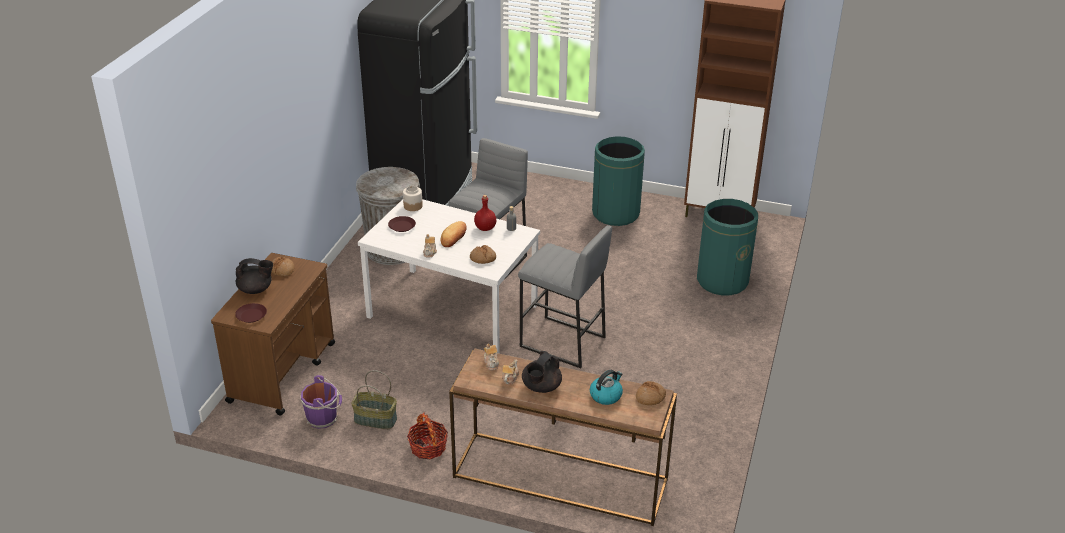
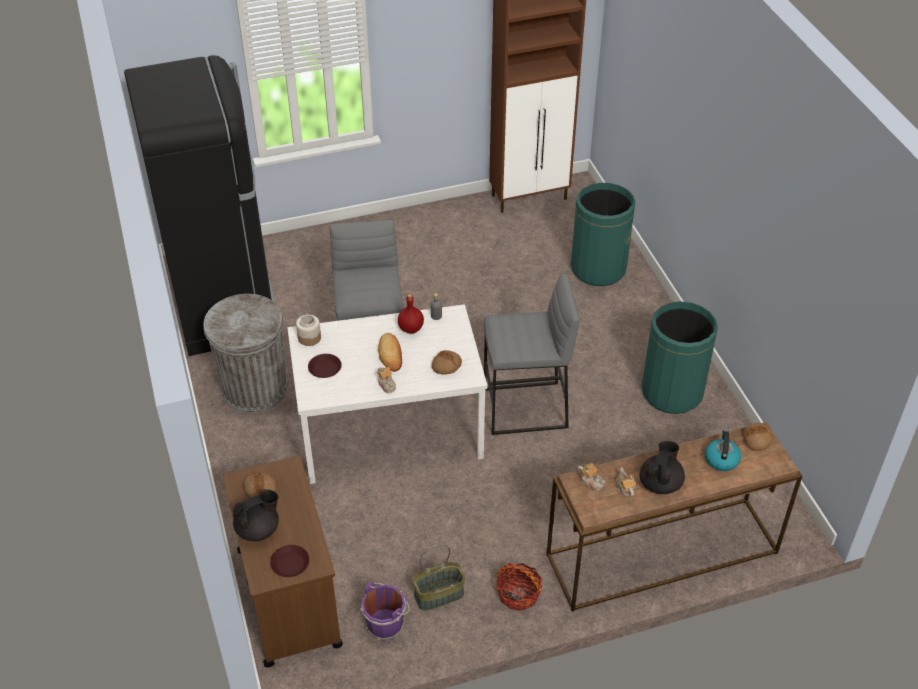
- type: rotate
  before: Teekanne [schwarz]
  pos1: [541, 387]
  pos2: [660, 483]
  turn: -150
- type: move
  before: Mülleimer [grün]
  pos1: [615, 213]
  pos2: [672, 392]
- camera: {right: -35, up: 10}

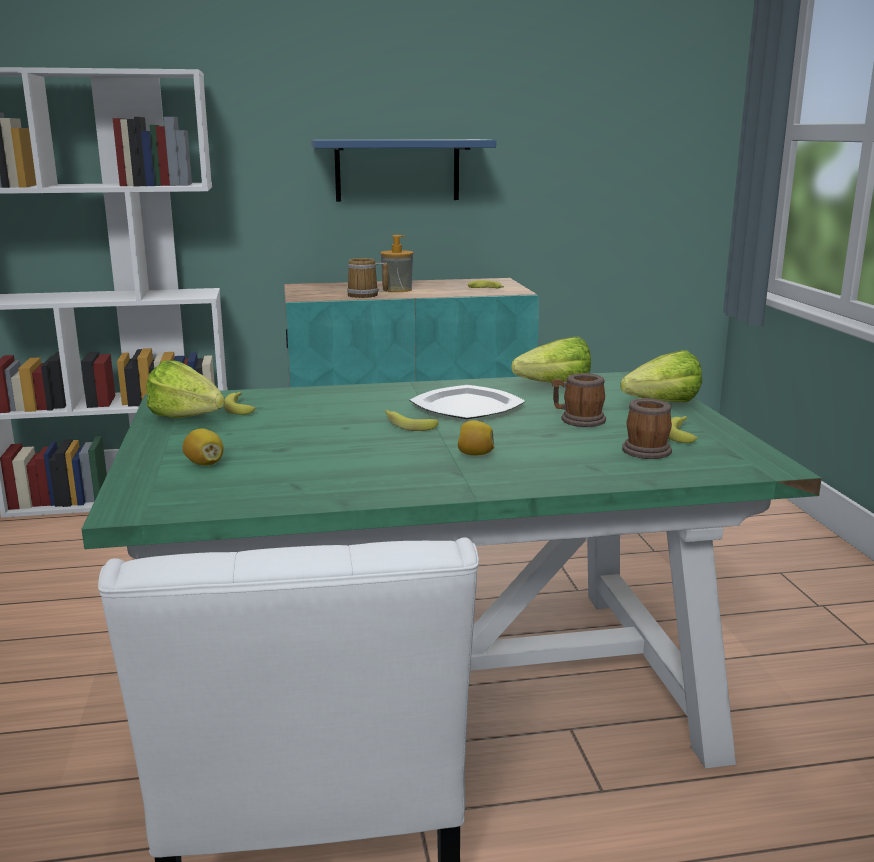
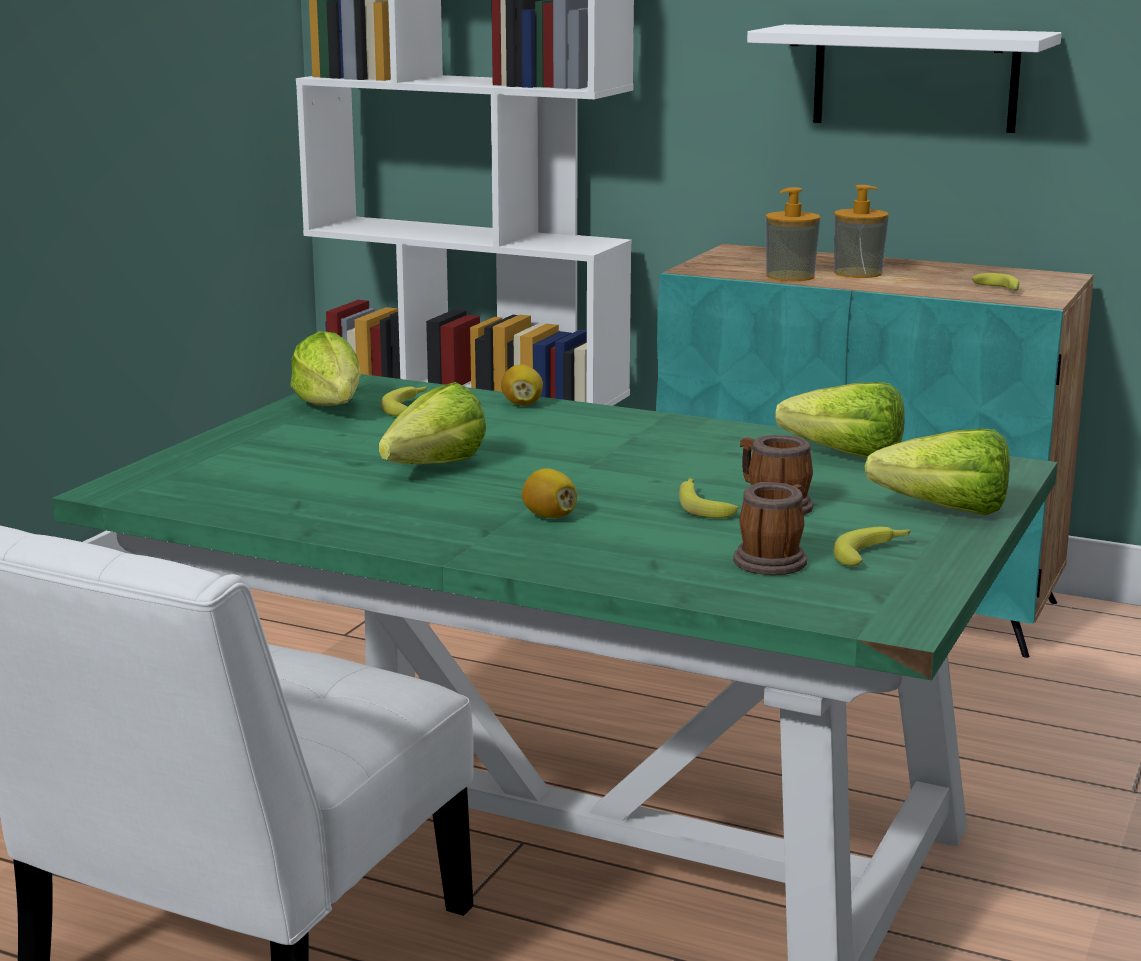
- type: insert
  after: Salatkopf
  pos2: [425, 470]
- type: move
  before: Zitrone
  pos1: [205, 464]
  pos2: [522, 404]
- type: move
  before: Banane
  pos1: [407, 424]
  pos2: [703, 505]
- type: recolor
  before: Wandregal [blau]
  after: Wandregal [weiß]
  pos1: [397, 170]
  pos2: [915, 78]
- type: replace
  before: Henkelbecher
  after: Seifenspender
  pos1: [365, 295]
  pos2: [790, 276]
- type: delete
  before: Teller
  pos1: [465, 407]
- camera: {right: 35, up: 0}

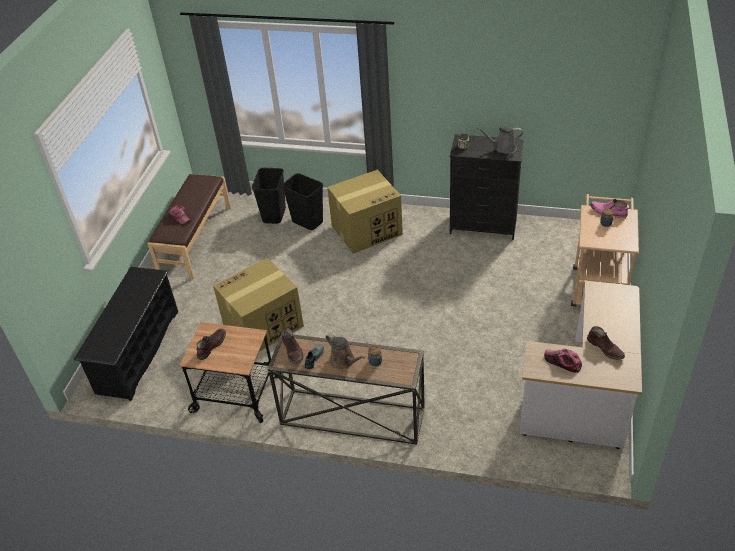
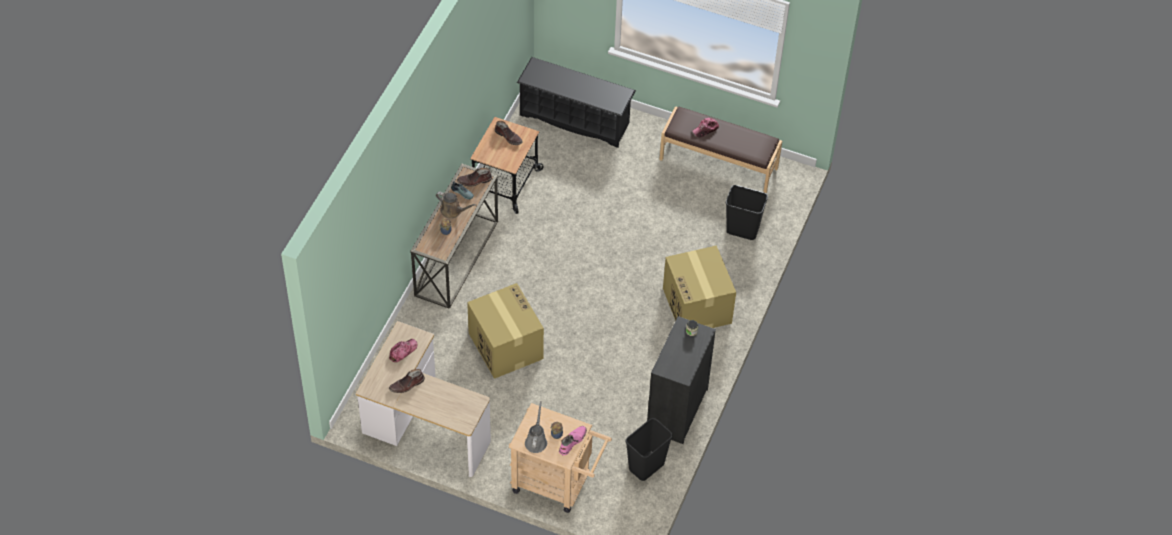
- type: rotate
  before: Gießkanne [braun]
  pos1: [344, 361]
  pos2: [453, 211]
  turn: -120
- type: move
  before: Karton
  pos1: [262, 326]
  pos2: [505, 345]
- type: move
  before: Gießkanne [grau]
  pos1: [503, 148]
  pos2: [536, 441]
- type: move
  before: Mülleimer [schwarz]
  pos1: [308, 222]
  pos2: [646, 467]
- camera: {right: 95, up: 10}

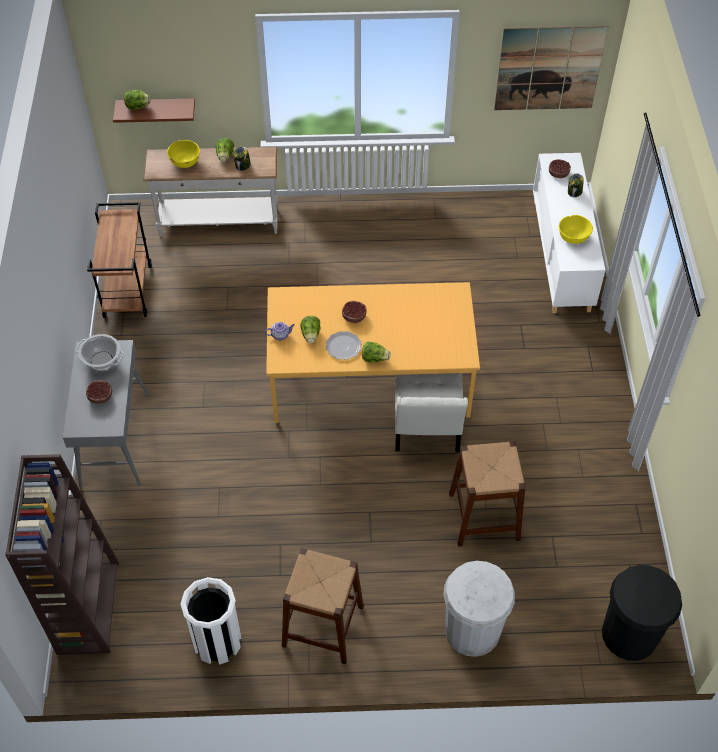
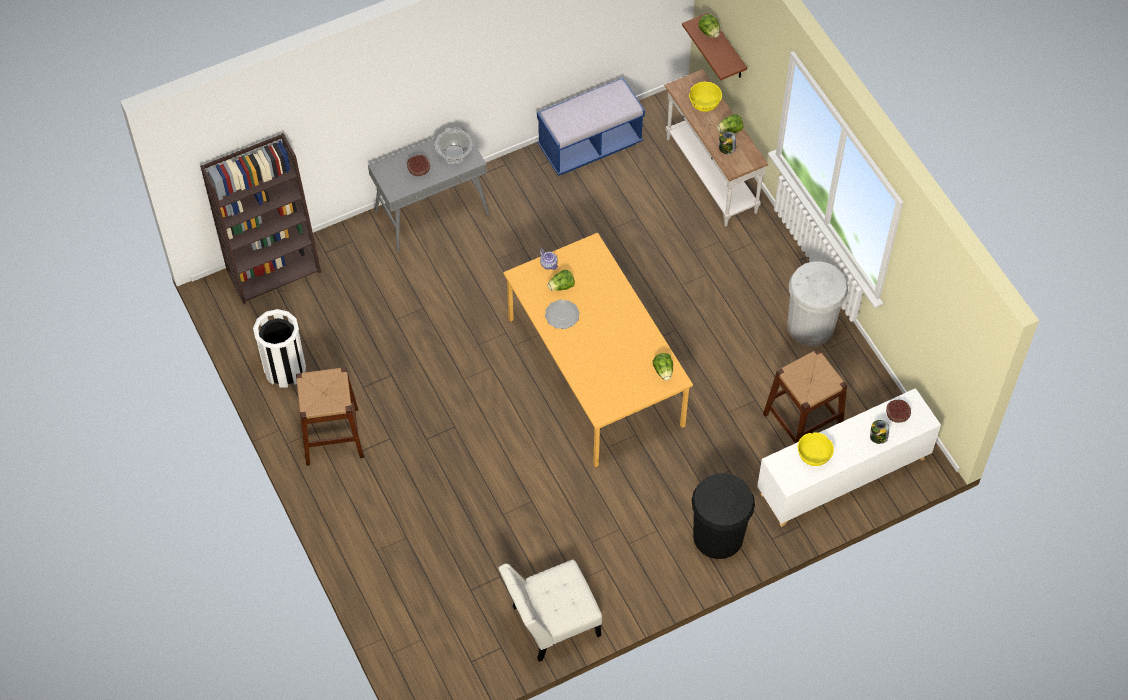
- type: move
  before: Stuhl [weiß]
  pos1: [426, 429]
  pos2: [551, 623]
- type: replace
  before: Rollwagen [braun]
  after: Bank [blau]
  pos1: [127, 290]
  pos2: [590, 145]
- type: move
  before: Salatkopf
  pos1: [375, 358]
  pos2: [663, 371]
- type: move
  before: Mülleimer [schwarz]
  pos1: [629, 634]
  pos2: [718, 536]
- type: move
  before: Hocker [braun]
  pos1: [484, 516]
  pos2: [802, 422]
- type: move
  before: Mülleimer [weiß]
  pos1: [472, 630]
  pos2: [810, 326]
- type: delete
  before: Schüssel
  pos1: [354, 316]
- type: delete
  before: Bild
  pos1: [549, 68]
- camera: {right: 65, up: 5}

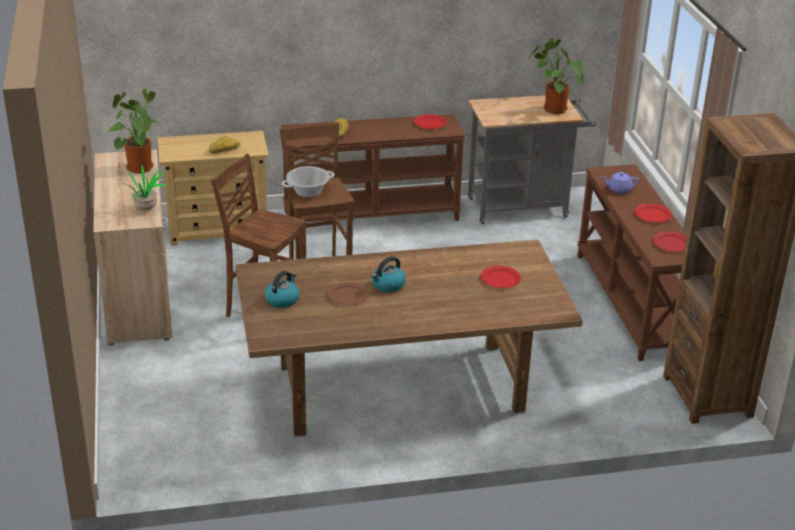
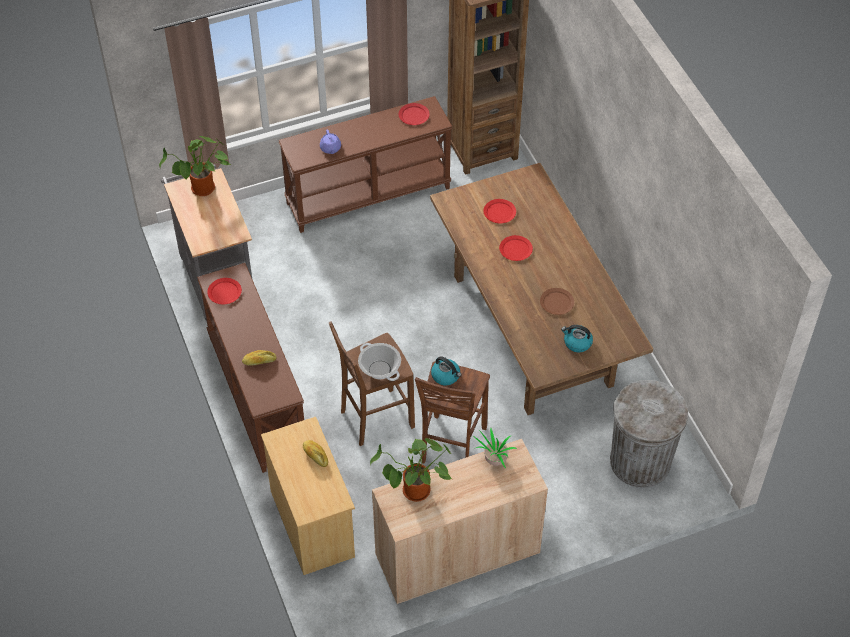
- type: move
  before: Wasserkessel
  pos1: [388, 285]
  pos2: [446, 376]
- type: move
  before: Teller [rot]
  pos1: [653, 215]
  pos2: [515, 249]
- type: insert
  after: Mülleimer [grau]
  pos2: [640, 461]
- camera: {right: -100, up: 20}

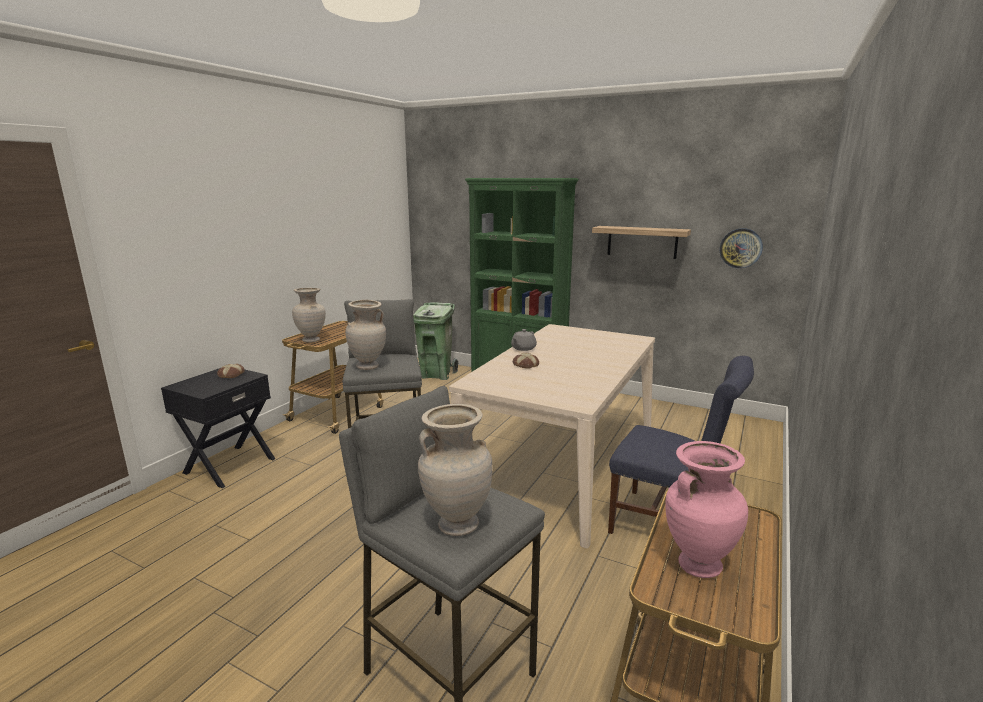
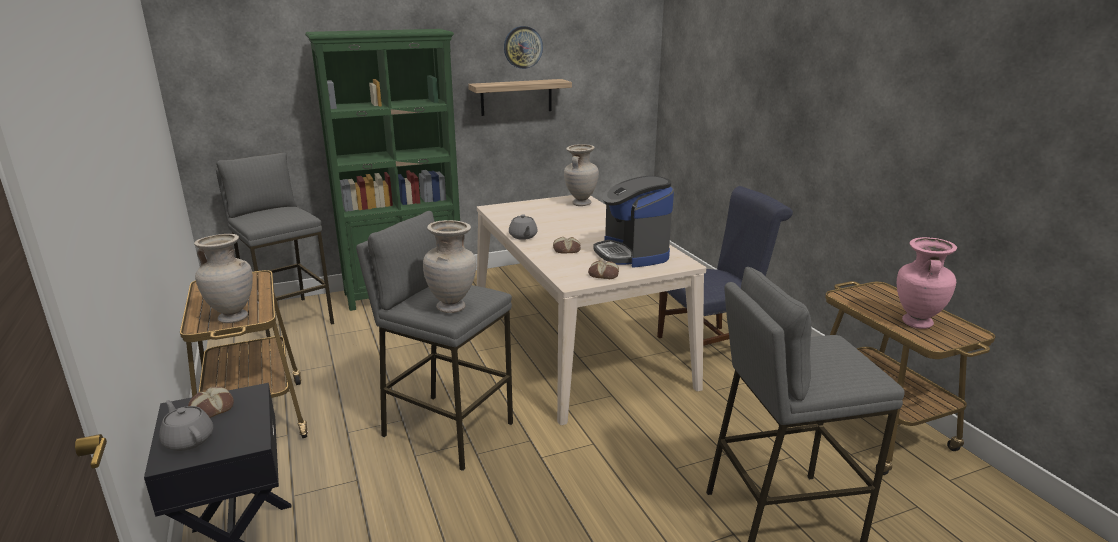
- type: insert
  after: Teekanne [grau]
  pos2: [188, 440]
- type: replace
  before: Mülleimer [grün]
  after: Hocker [grau]
  pos1: [436, 374]
  pos2: [288, 319]
- type: move
  before: Wanduhr
  pos1: [740, 248]
  pos2: [523, 47]
- type: move
  before: Vase [beige]
  pos1: [457, 524]
  pos2: [580, 203]
- type: insert
  after: Brot
  pos2: [604, 274]
- type: insert
  after: Kaffeemaschine
  pos2: [632, 253]
- camera: {right: -50, up: 5}

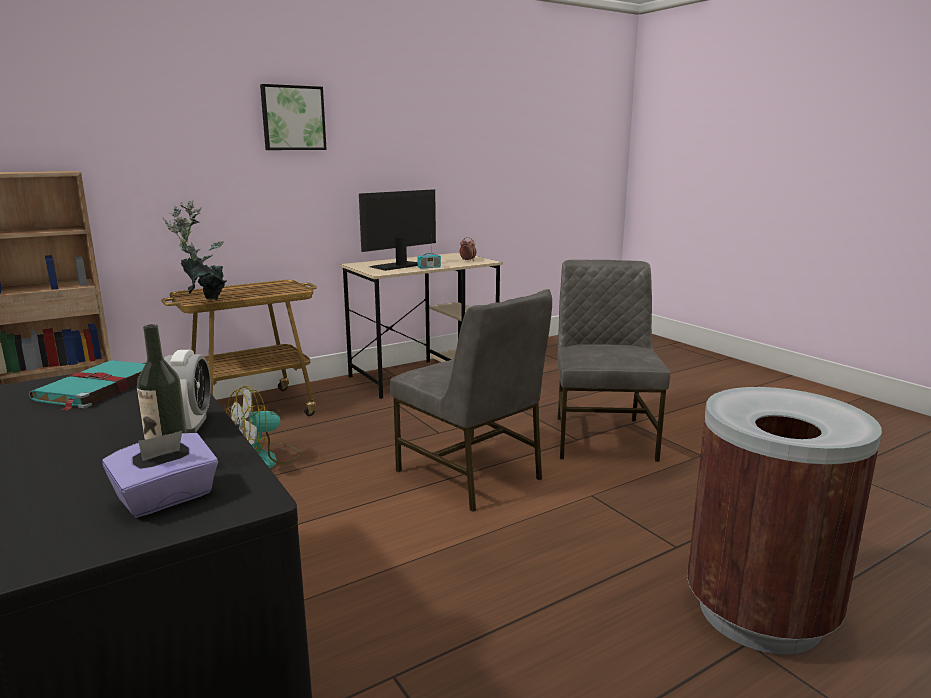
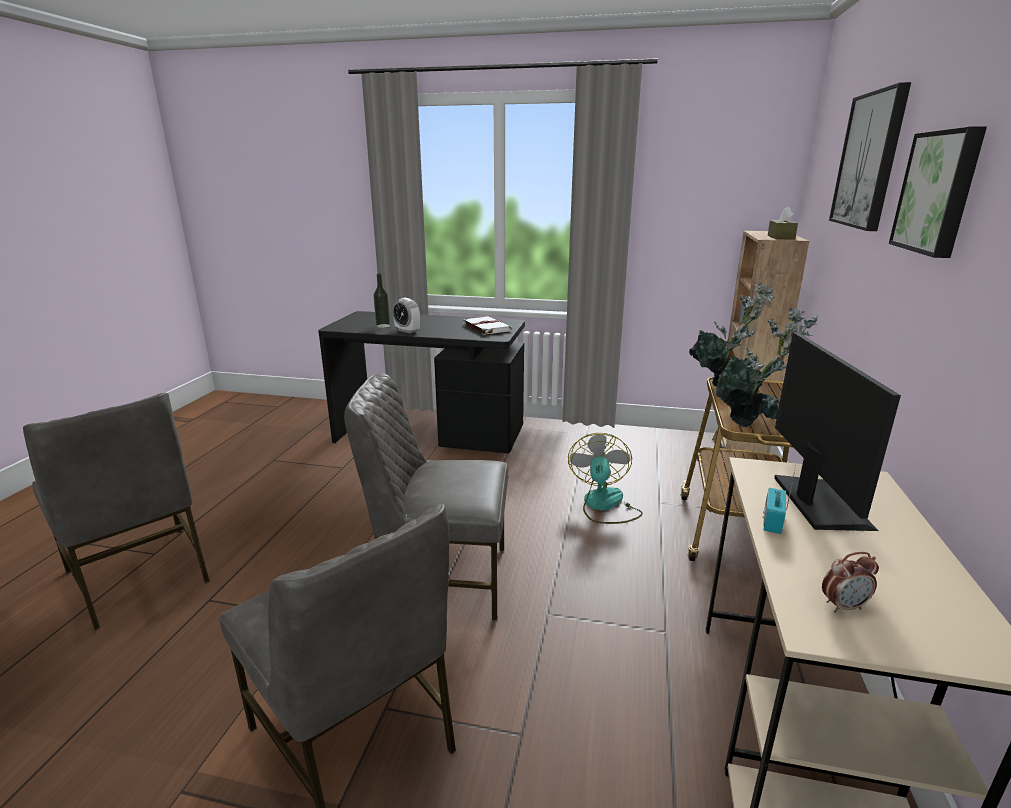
- type: replace
  before: Mülleimer [braun]
  after: Stuhl [grau]
  pos1: [759, 612]
  pos2: [139, 576]
- type: recolor
  before: Buch [türkis]
  after: Buch [weiß]
  pos1: [96, 388]
  pos2: [486, 327]
- type: insert
  after: Topfpflanze
  pos2: [751, 423]
- type: insert
  after: Taschentuchbox [braun]
  pos2: [780, 237]
- type: insert
  after: Bild
  pos2: [869, 160]
- type: delete
  before: Taschentuchbox [lila]
  pos1: [167, 498]
- camera: {right: 135, up: 5}

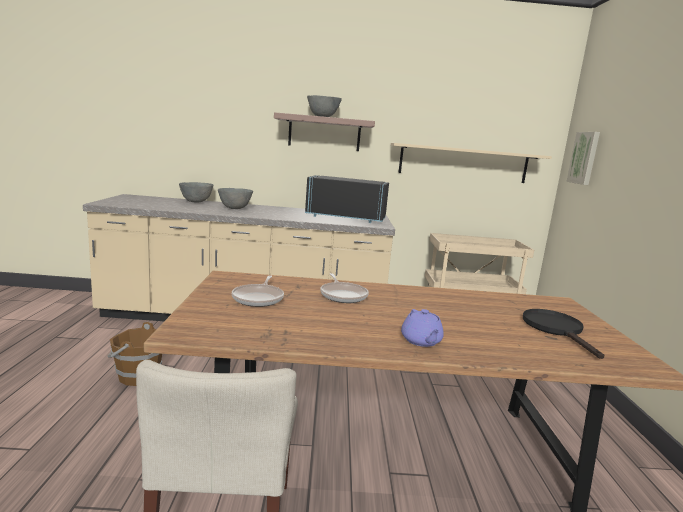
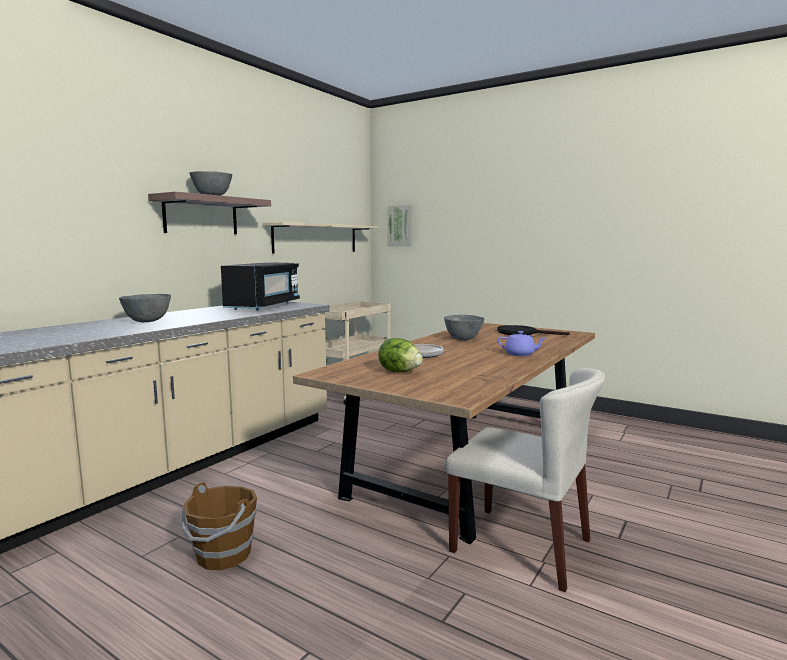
- type: rotate
  before: Mikrowelle [schwarz]
  pos1: [346, 217]
  pos2: [264, 306]
  turn: 150
- type: replace
  before: Pfanne
  after: Salatkopf
  pos1: [259, 298]
  pos2: [399, 372]
- type: move
  before: Schüssel [grau]
  pos1: [196, 202]
  pos2: [463, 339]
- camera: {right: -55, up: -5}

